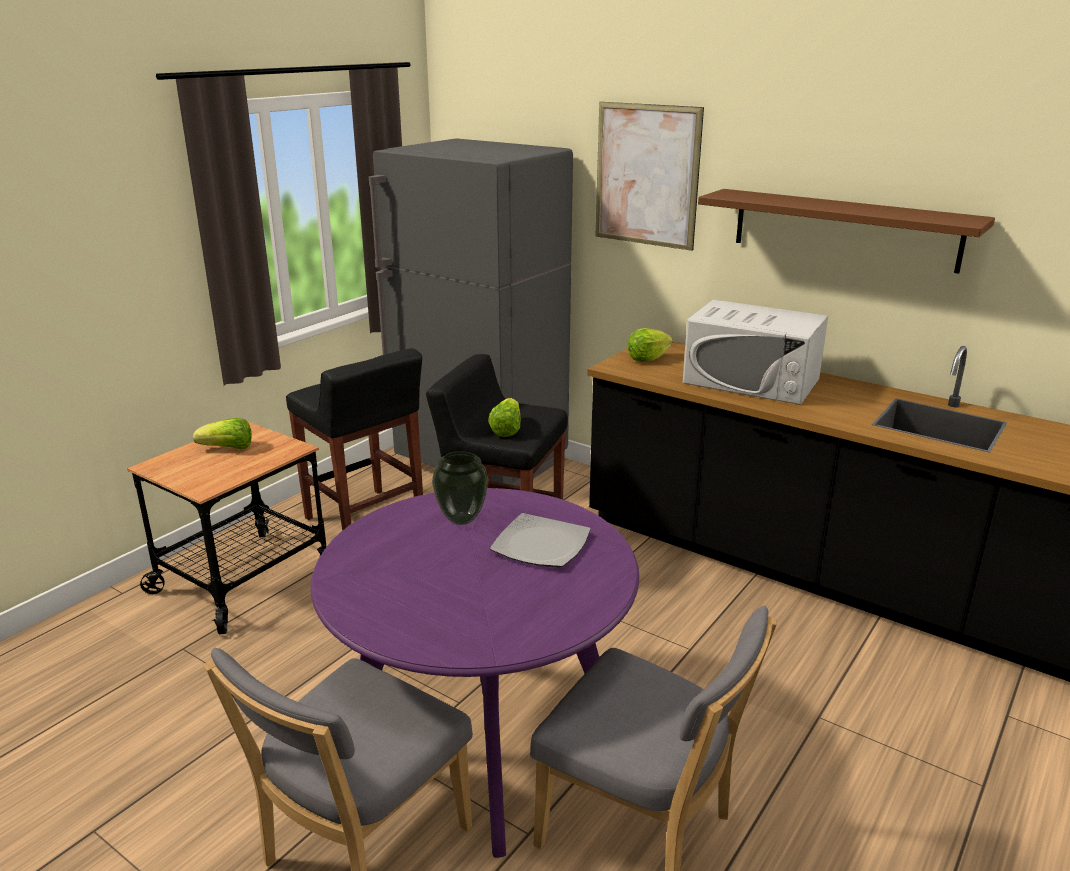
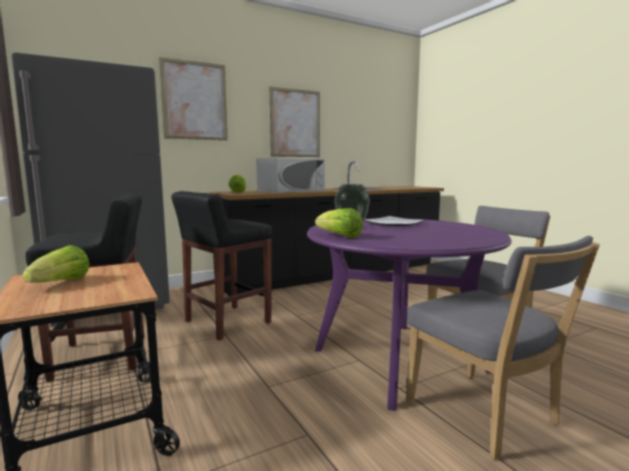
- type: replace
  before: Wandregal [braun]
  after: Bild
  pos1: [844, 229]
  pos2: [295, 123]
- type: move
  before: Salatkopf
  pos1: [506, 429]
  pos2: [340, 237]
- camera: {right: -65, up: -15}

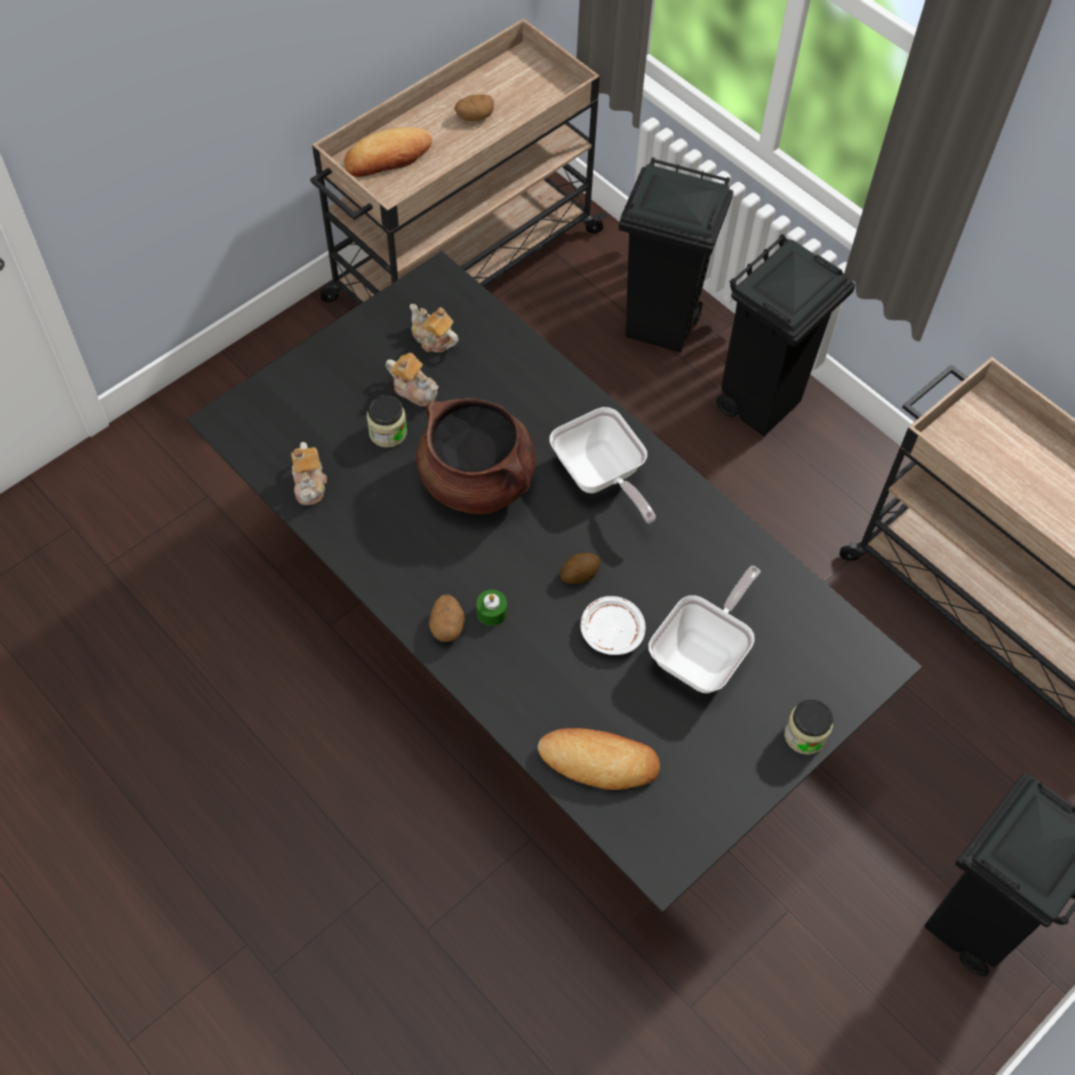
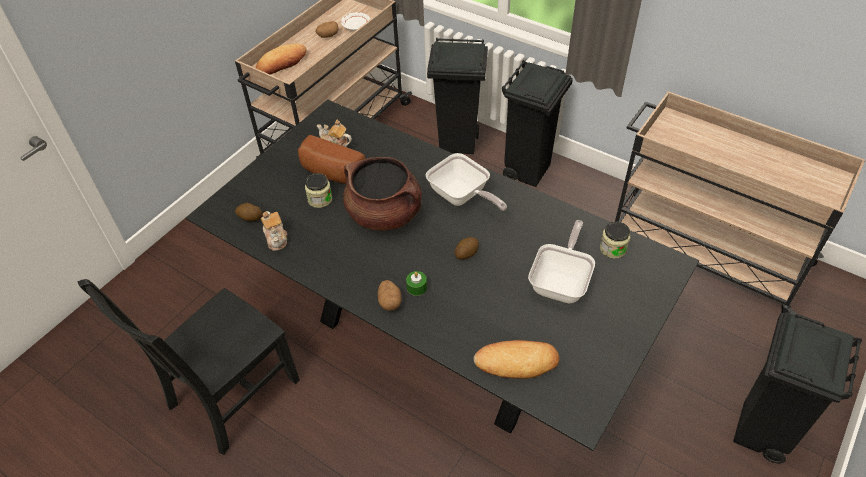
- type: insert
  after: Stuhl [schwarz]
  pos2: [230, 396]
- type: insert
  after: Kartoffel
  pos2: [250, 218]
- type: replace
  before: Teekanne
  after: Brot
  pos1: [414, 390]
  pos2: [331, 173]
- type: move
  before: Teller [weiß]
  pos1: [611, 631]
  pos2: [356, 26]
- type: move
  before: Vorratsglas
  pos1: [805, 735]
  pos2: [613, 249]
- camera: {right: -10, up: -10}

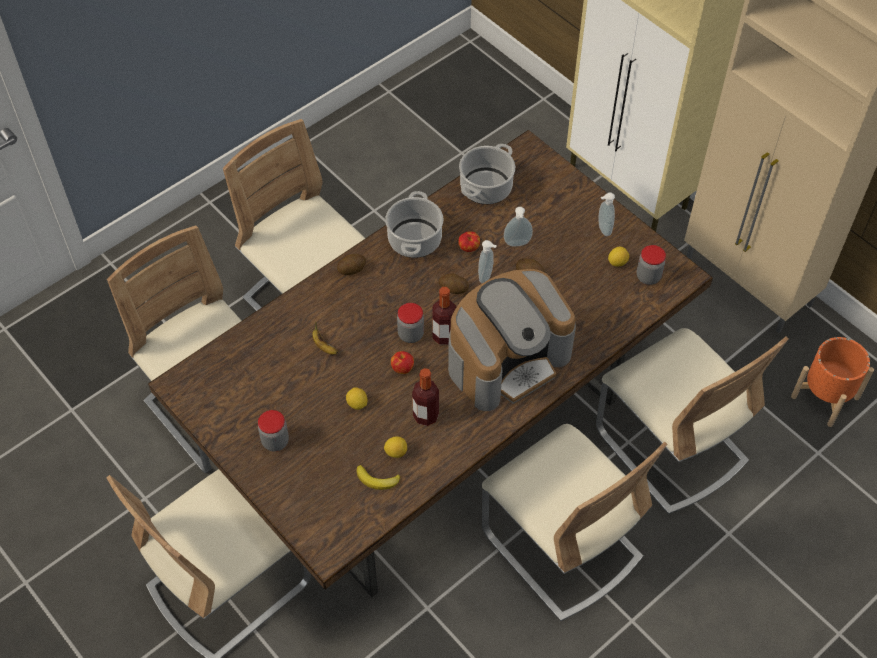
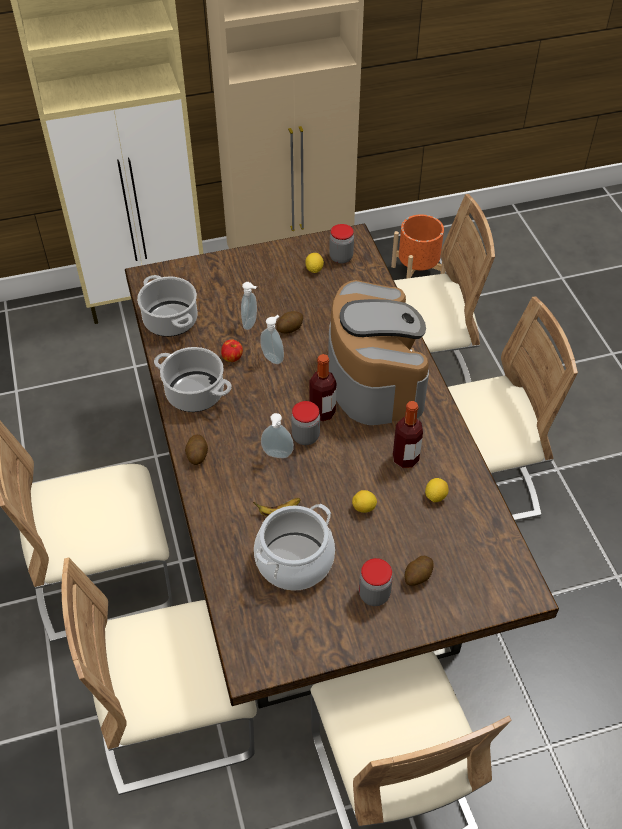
- type: insert
  after: Kochtopf
  pos2: [294, 560]
- type: move
  before: Seifenspender
  pos1: [603, 229]
  pos2: [277, 455]
- type: move
  before: Kartoffel
  pos1: [453, 289]
  pos2: [418, 576]
- type: delete
  before: Banane
  pos1: [377, 480]
- type: delete
  before: Apfel
  pos1: [402, 368]
- camera: {right: -65, up: -5}

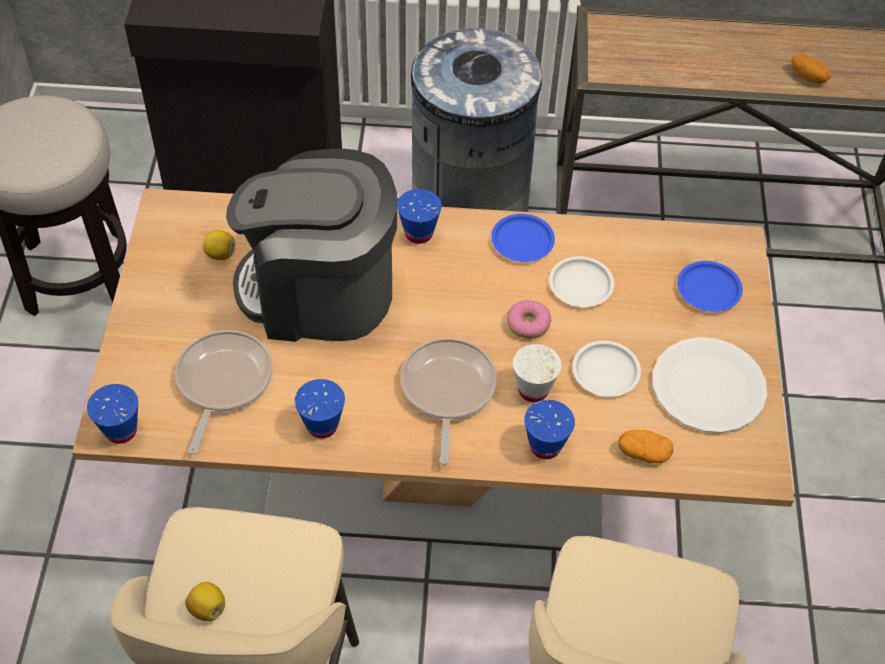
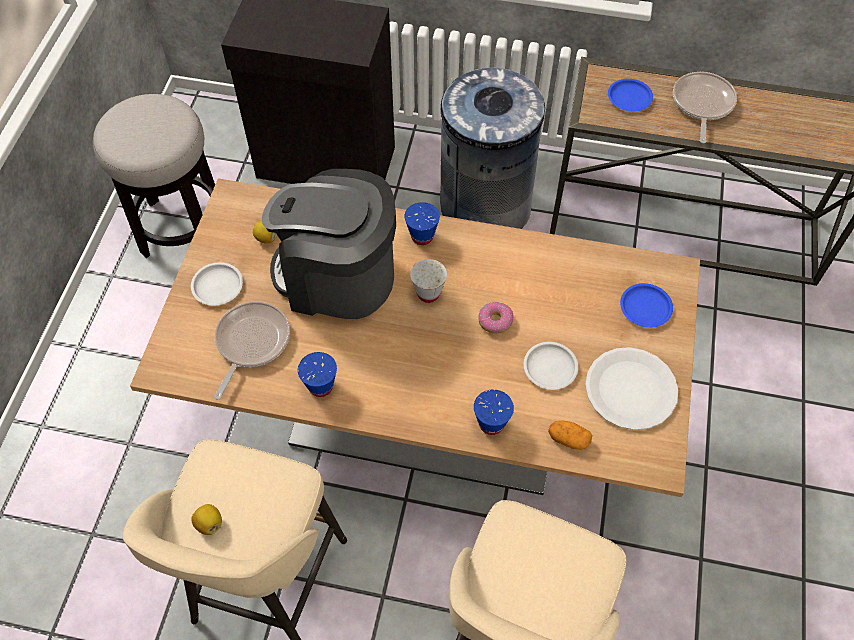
- type: move
  before: Teller [weiß]
  pos1: [581, 285]
  pos2: [218, 286]
- type: move
  before: Tasse [weiß]
  pos1: [533, 390]
  pos2: [428, 293]
- type: move
  before: Teller [blau]
  pos1: [522, 242]
  pos2: [629, 98]
- type: move
  before: Pfanne
  pos1: [447, 391]
  pos2: [702, 104]
- type: delete
  before: Tasse [blau]
  pos1: [121, 430]
- type: delete
  before: Kartoffel
  pos1: [808, 76]
- camera: {right: 10, up: 5}

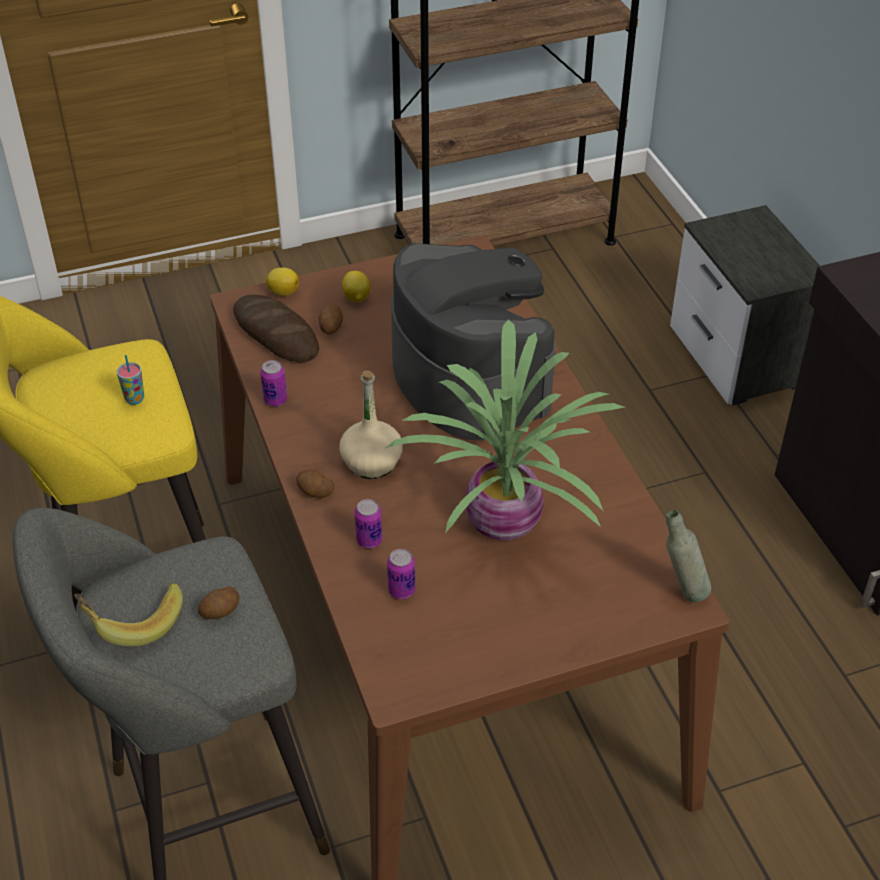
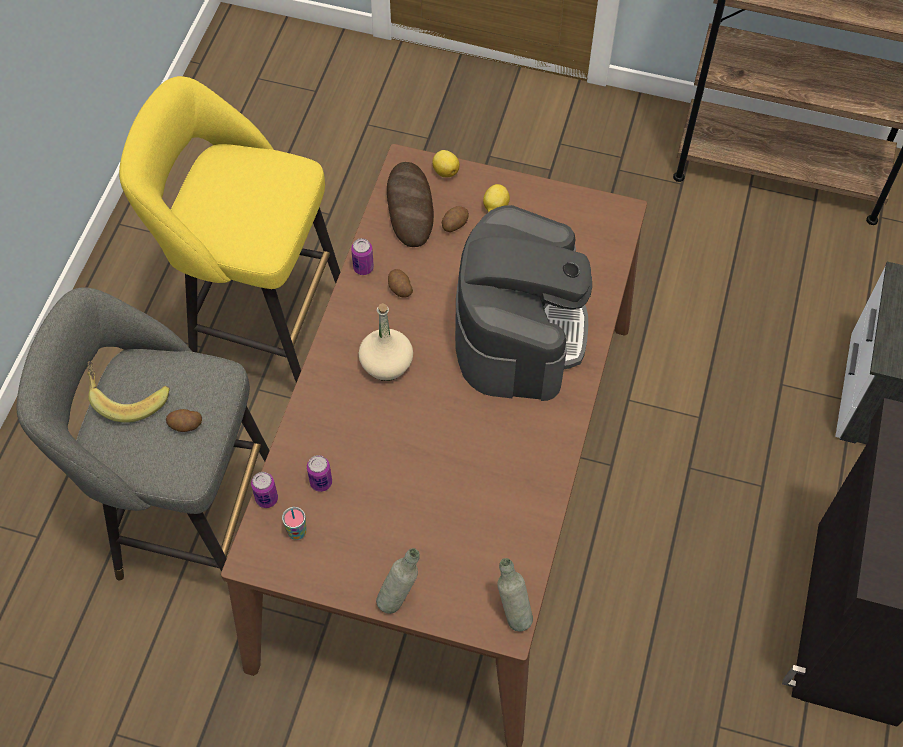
- type: move
  before: Dose
  pos1: [369, 540]
  pos2: [267, 499]
- type: move
  before: Tasse
  pos1: [134, 399]
  pos2: [297, 532]
- type: insert
  after: Flasche [grau]
  pos2: [399, 598]
- type: move
  before: Kartoffel
  pos1: [315, 492]
  pos2: [399, 288]
- type: delete
  before: Topfpflanze
  pos1: [507, 521]
- camera: {right: 35, up: 15}

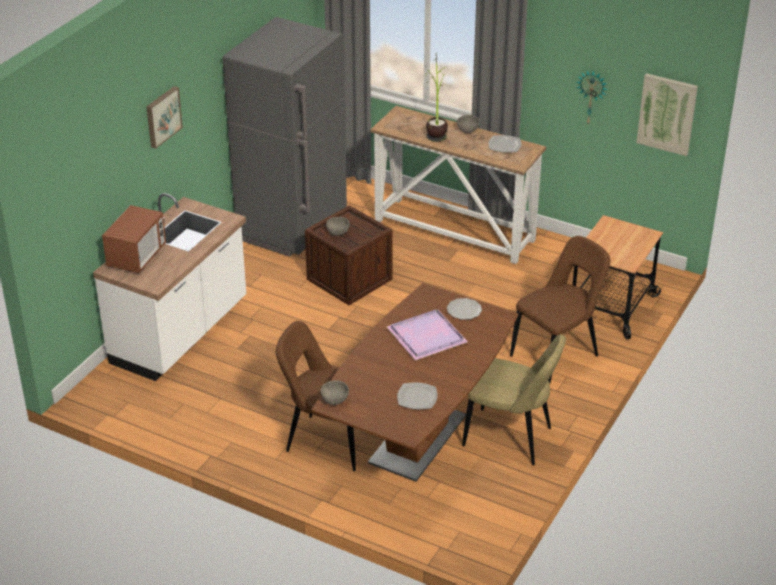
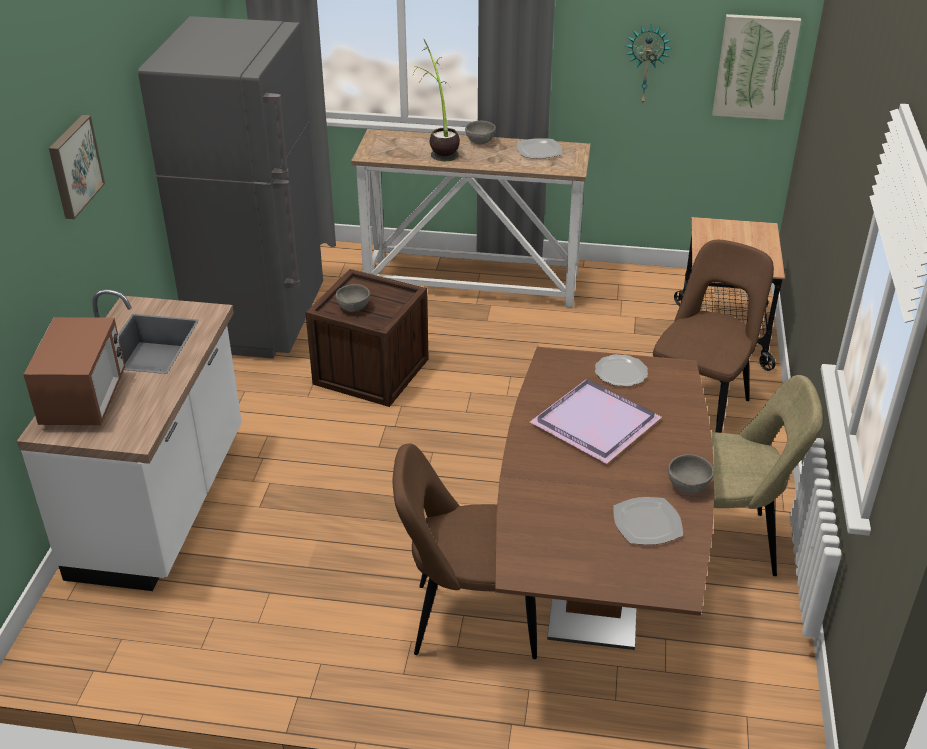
- type: move
  before: Schüssel [grau]
  pos1: [334, 400]
  pos2: [687, 486]
- camera: {right: -20, up: 0}

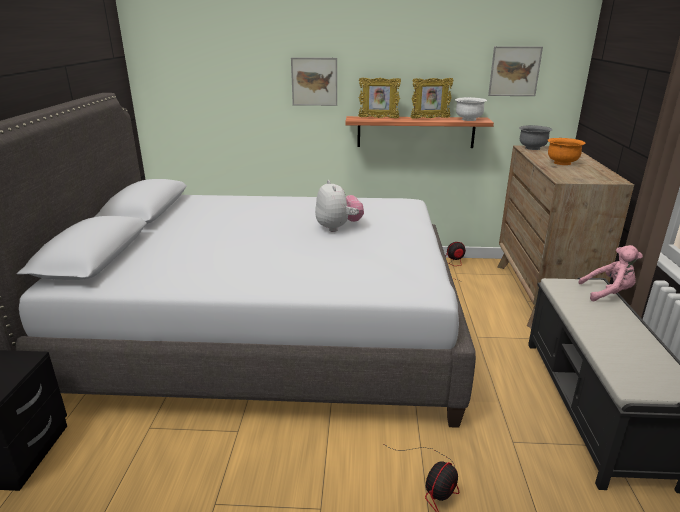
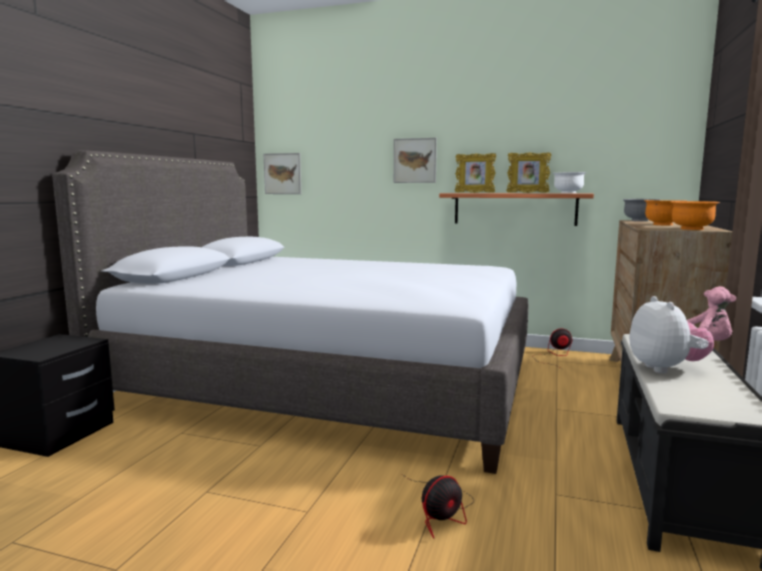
- type: move
  before: Bild
  pos1: [514, 71]
  pos2: [282, 173]
- type: move
  before: Plüschtier
  pos1: [338, 228]
  pos2: [666, 369]
- type: insert
  after: Schüssel [orange]
  pos2: [691, 229]
- camera: {right: 15, up: -15}

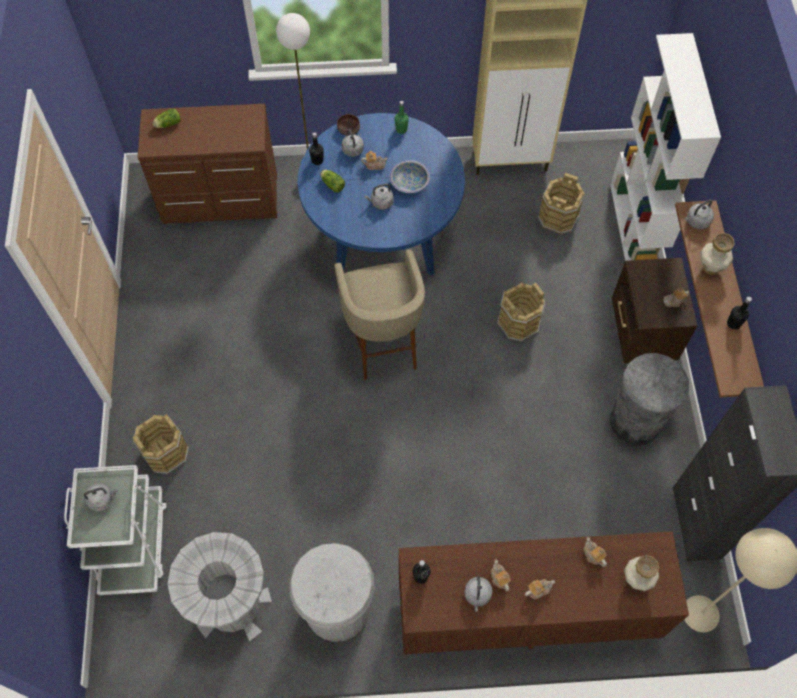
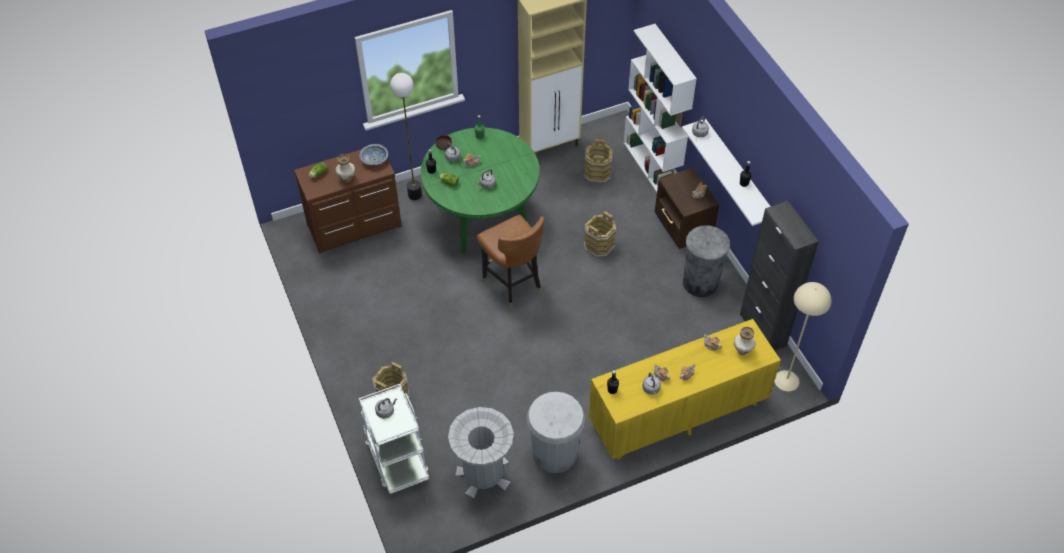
- type: move
  before: Vase
  pos1: [709, 267]
  pos2: [346, 179]
- type: move
  before: Schüssel
  pos1: [409, 183]
  pos2: [374, 159]
- type: recolor
  before: Esstisch [blau]
  after: Esstisch [grün]
  pos1: [382, 237]
  pos2: [482, 218]
- type: replace
  before: Hocker [beige]
  after: Stuhl [braun]
  pos1: [383, 343]
  pos2: [513, 284]
- type: recolor
  before: Kommode [braun]
  after: Kommode [gelb]
  pos1: [525, 611]
  pos2: [677, 414]
- type: recolor
  before: Wandregal [braun]
  after: Wandregal [weiß]
  pos1: [734, 301]
  pos2: [738, 173]
- camera: {right: -20, up: -10}

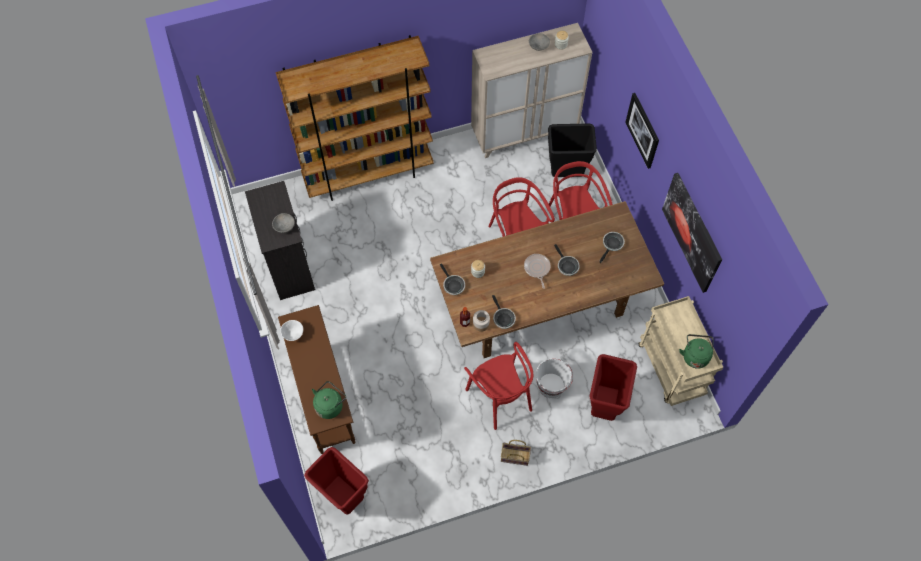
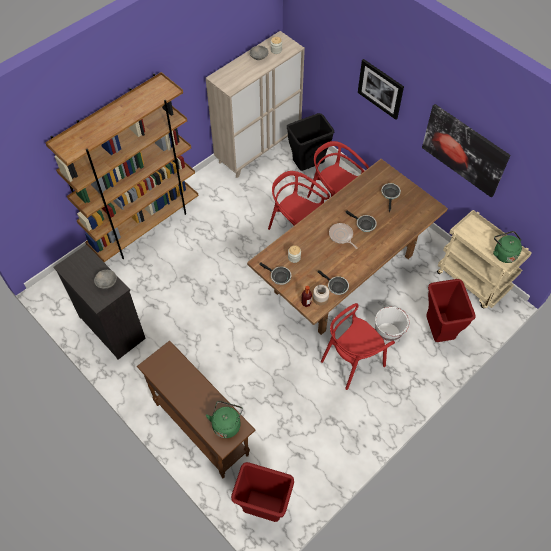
- type: rotate
  before: Stuhl [rot]
  pos1: [500, 397]
  pos2: [352, 361]
  turn: 105
- type: delete
  before: Schüssel [weiß]
  pos1: [293, 335]
- type: delete
  before: Korb
  pos1: [514, 457]
- camera: {right: -25, up: -5}

